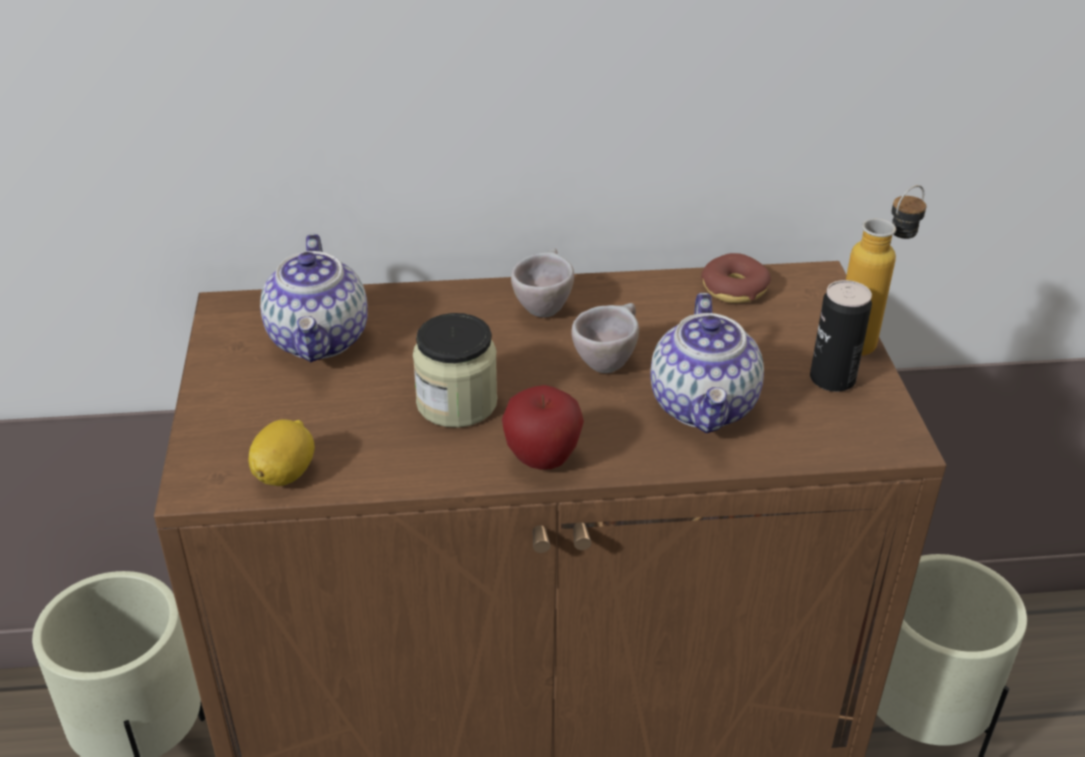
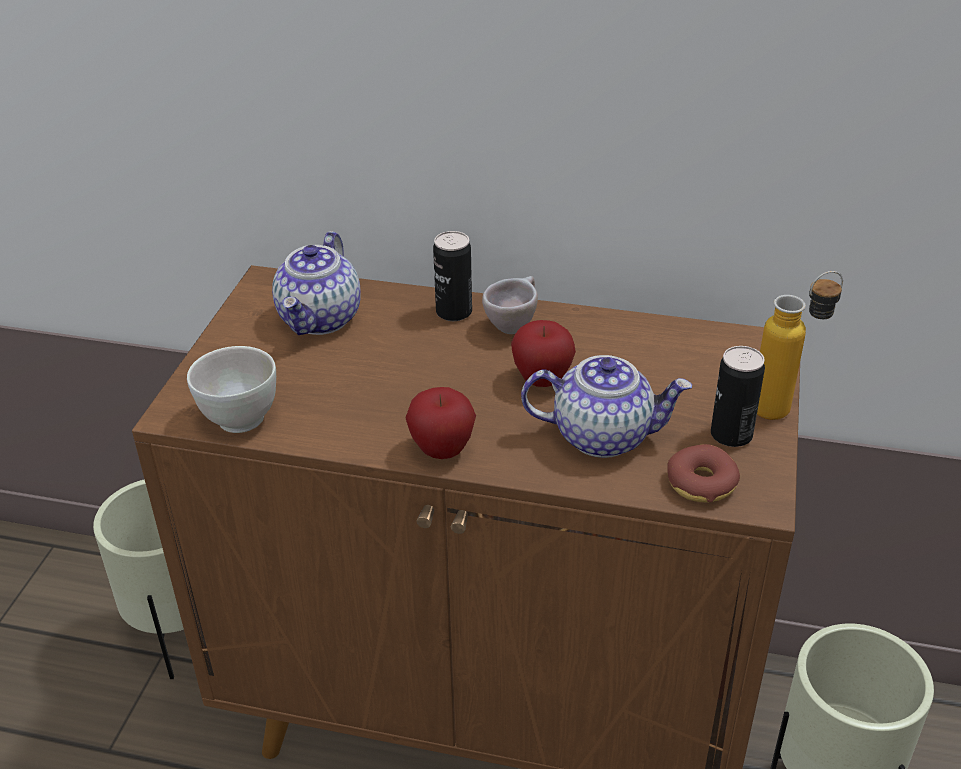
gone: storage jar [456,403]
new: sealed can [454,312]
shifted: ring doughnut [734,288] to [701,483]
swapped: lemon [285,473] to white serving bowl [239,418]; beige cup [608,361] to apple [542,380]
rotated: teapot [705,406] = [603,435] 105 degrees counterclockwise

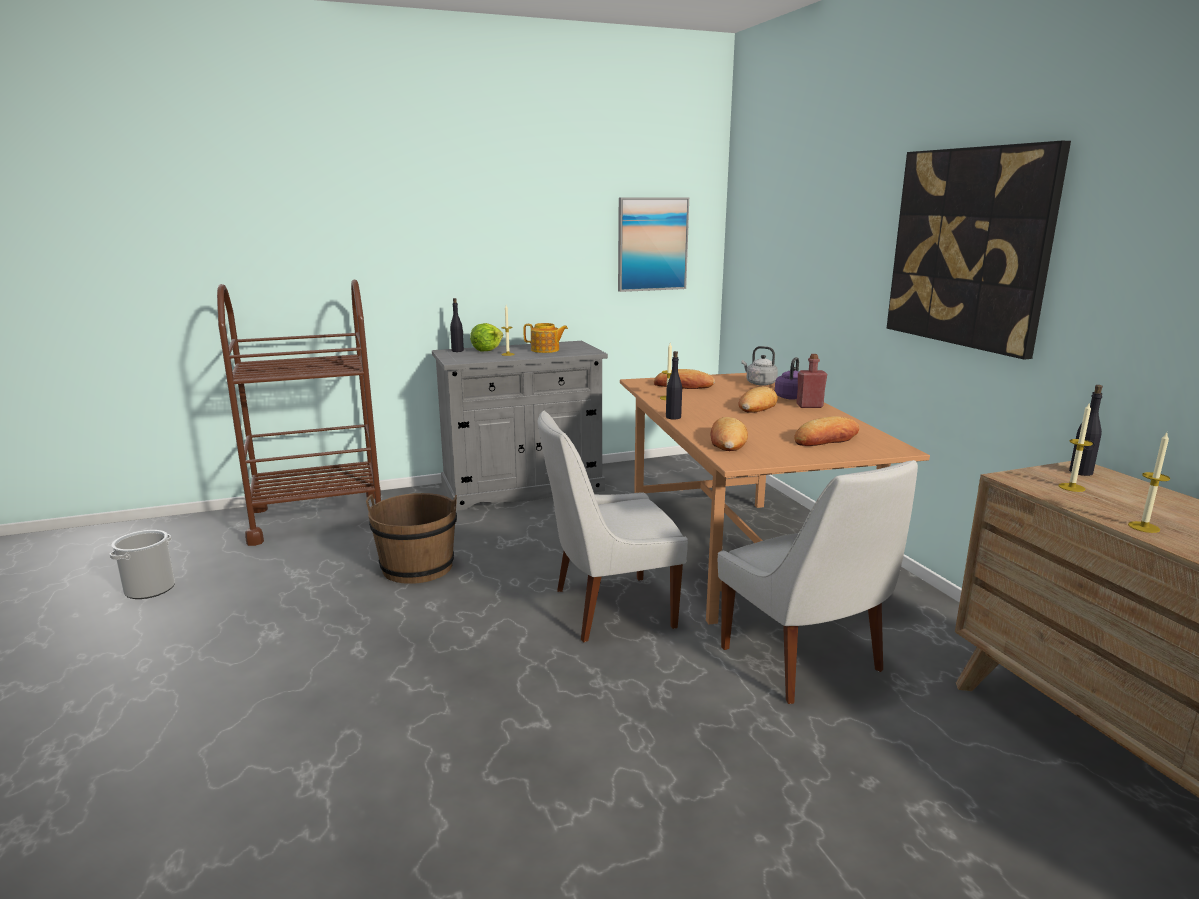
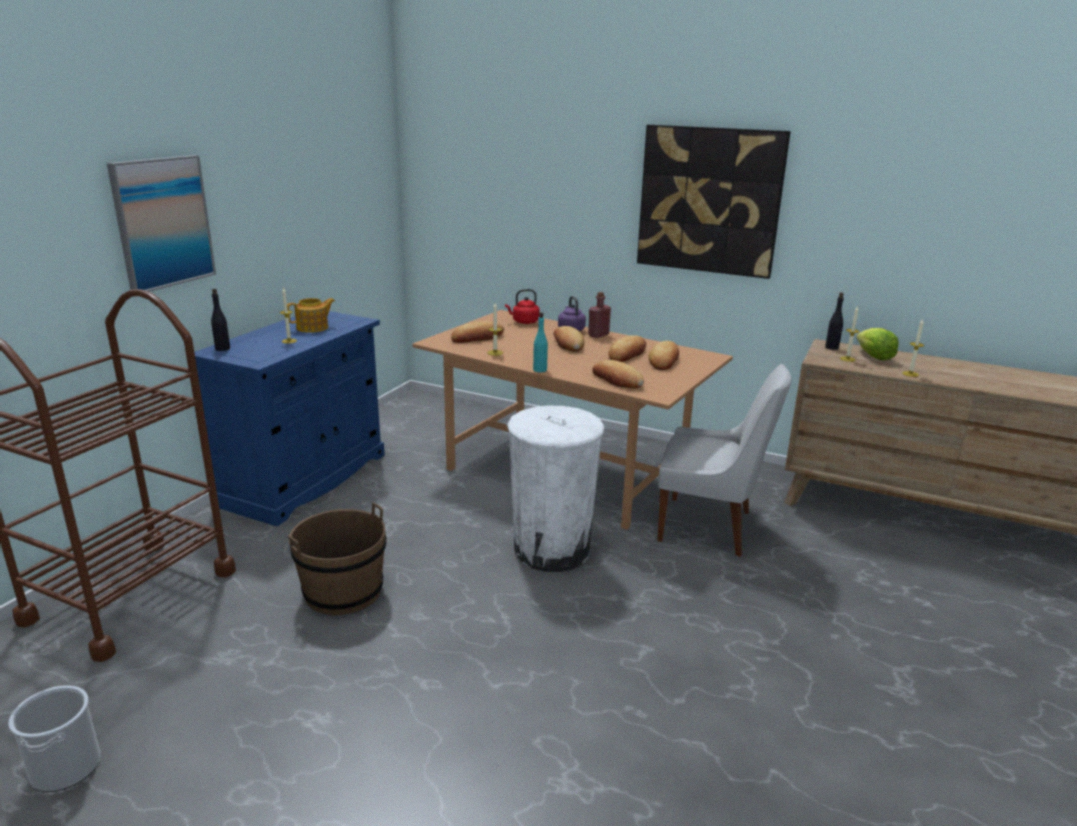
new: baked bread [627,354]
shifted: wall art [652,244] to [162,222]; head of lettuce [487,349] to [873,356]
swapped: white chair [608,609] to white waste bin [551,550]
repainted: greyish storage cabinet [522,488] to bluish storage cabinet [305,479]; greyish tea kettle [759,383] to red-coloured tea kettle [524,322]; blackish drink bottle [673,417] to turquoise-coloured drink bottle [540,370]

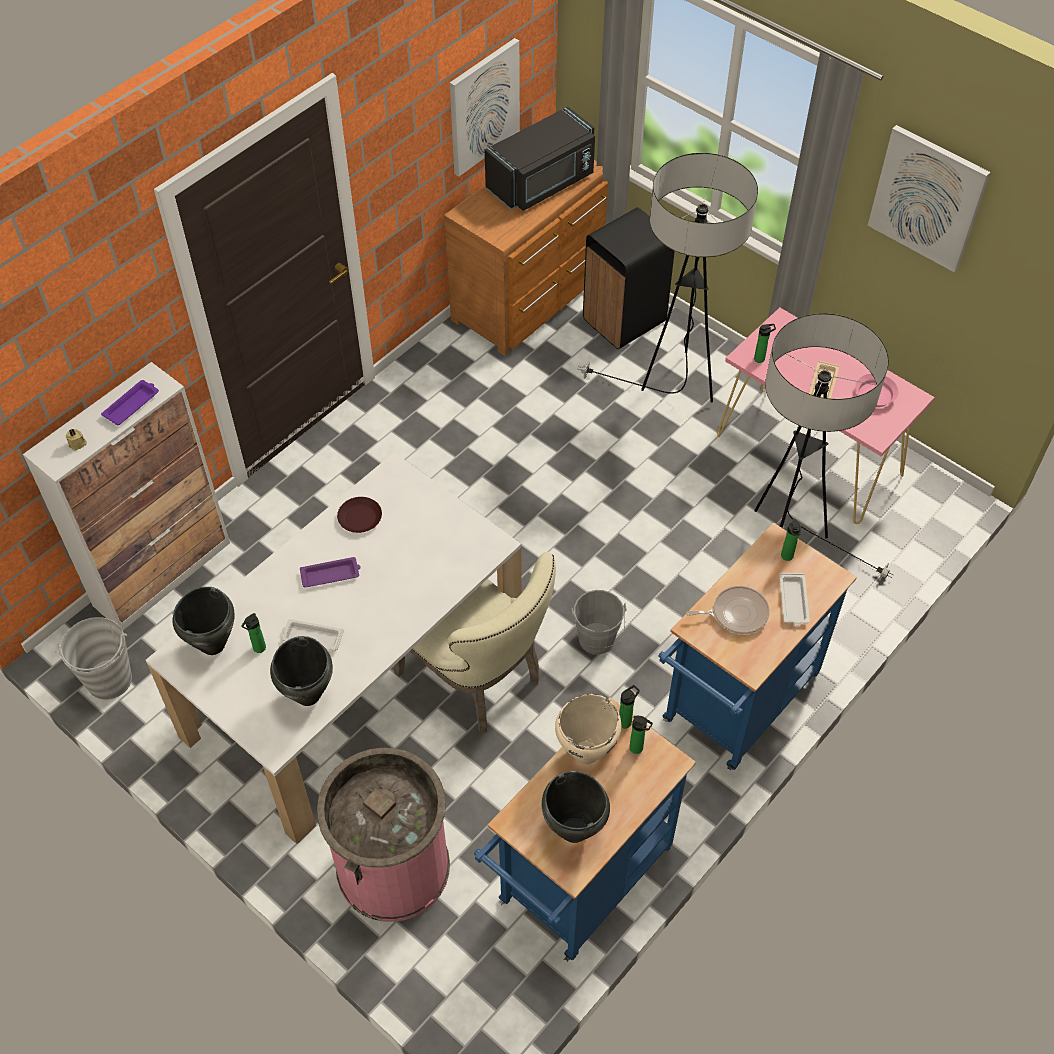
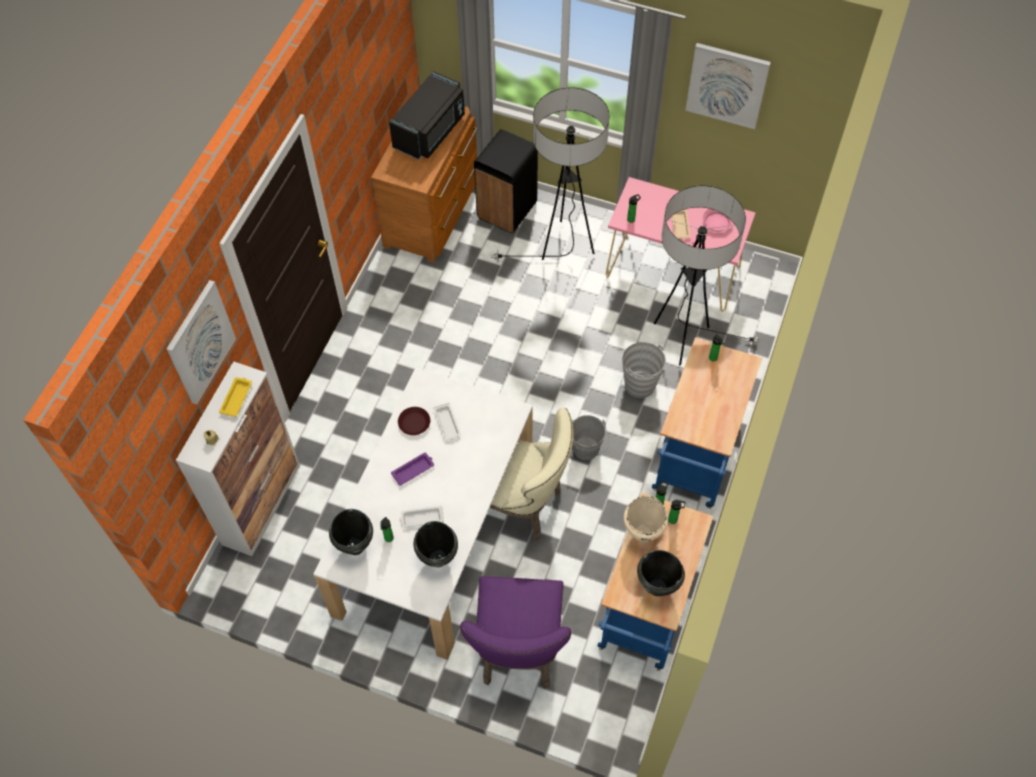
gone: frying pan [736,613]
shifted: wall art [483,107] to [200,342]; white tray [793,602] to [447,424]; greyish pail [109,680] to [640,385]
swapped: pink waste bin [393,866] to purple chair [518,651]
repainted: purple tray [132,405] to yellow-coloured tray [237,398]

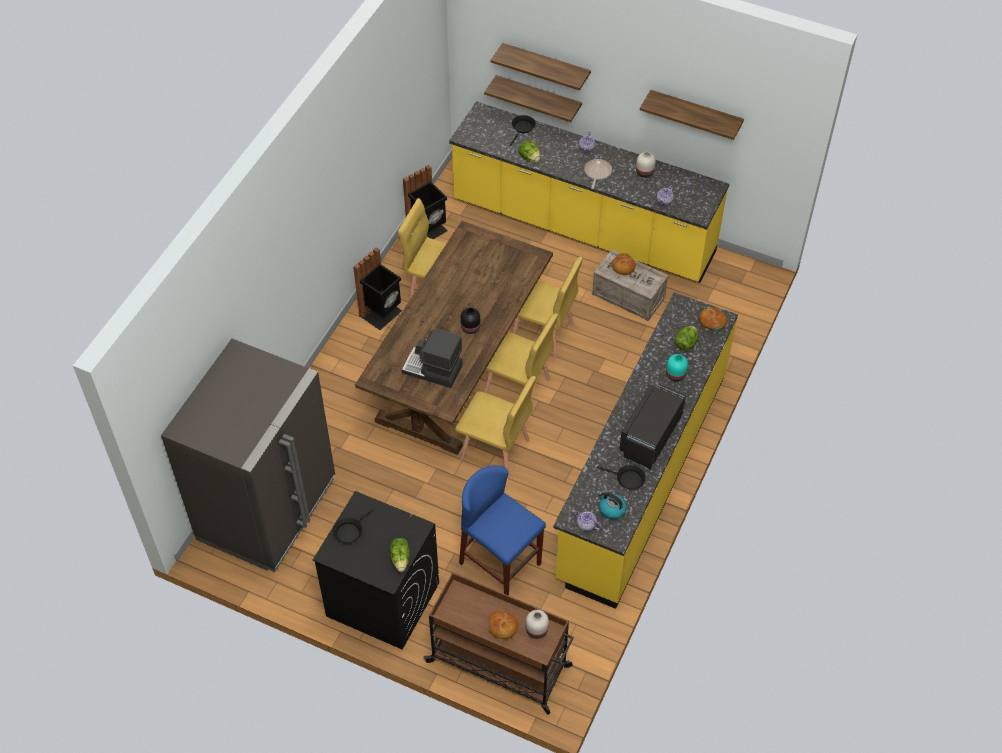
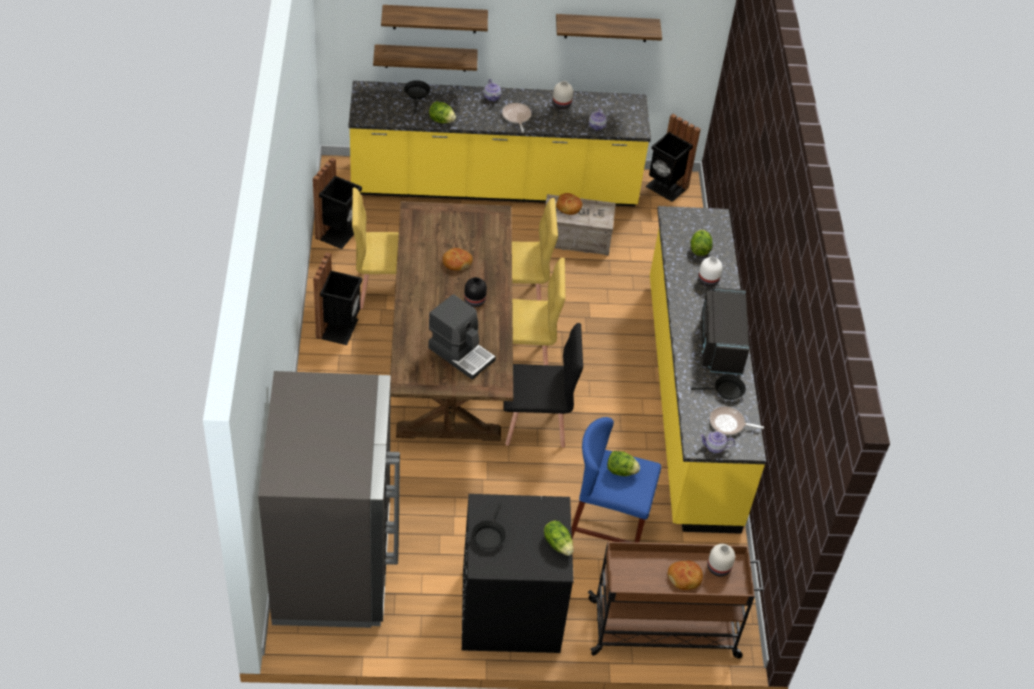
new: head of lettuce [621,471]; blackish waste bin [666,188]
shifted: baked bread [712,321] to [456,262]
swapped: tea kettle [611,509] to frying pan [729,424]
repainted: yellow-coloured chair [495,450] to blackish chair [535,424]; turquoise-coloured decorative vase [675,374] to white decorative vase [707,280]
rotated: coffee maker [432,370] = [461,353] 135 degrees counterclockwise

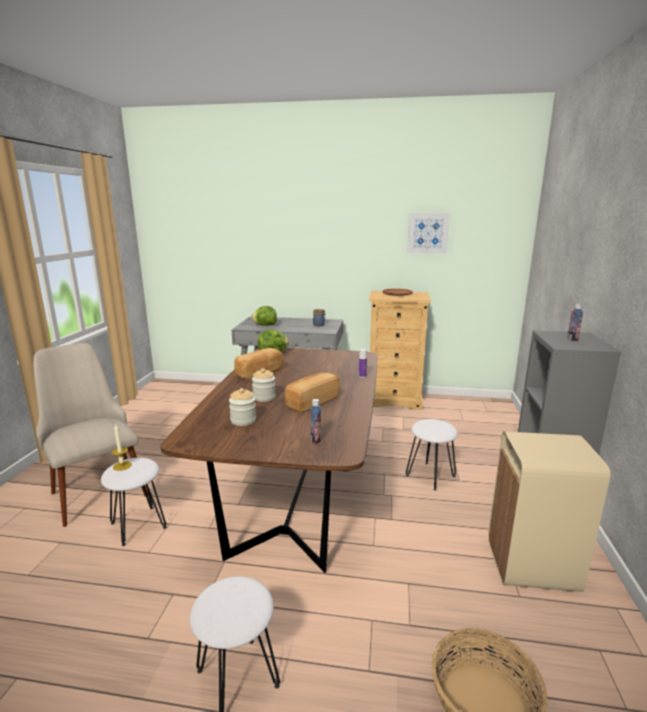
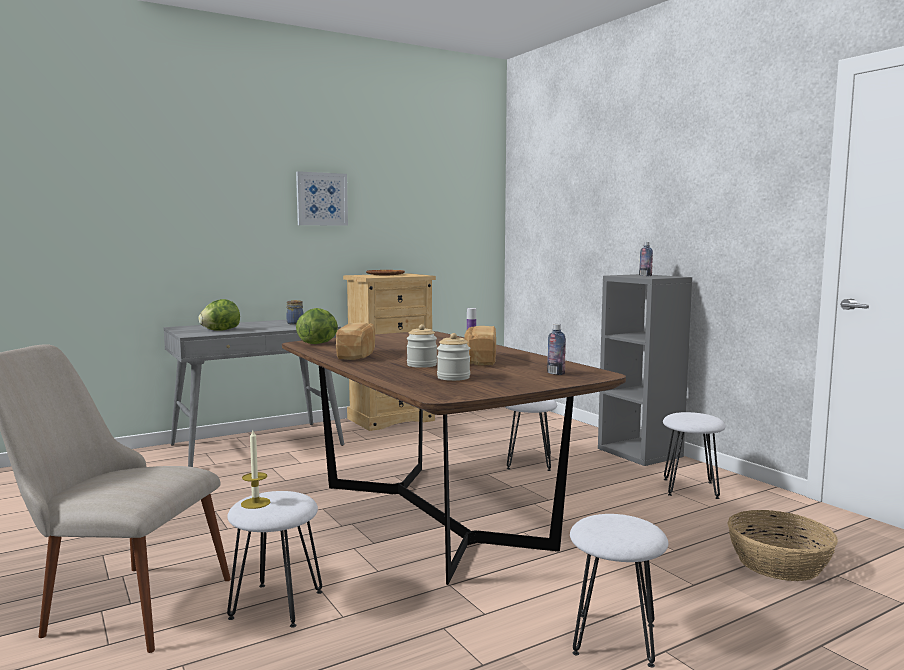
shifted: wall art [428,233] to [321,199]
swapped: beige waste bin [532,566] to white stool seat [691,488]

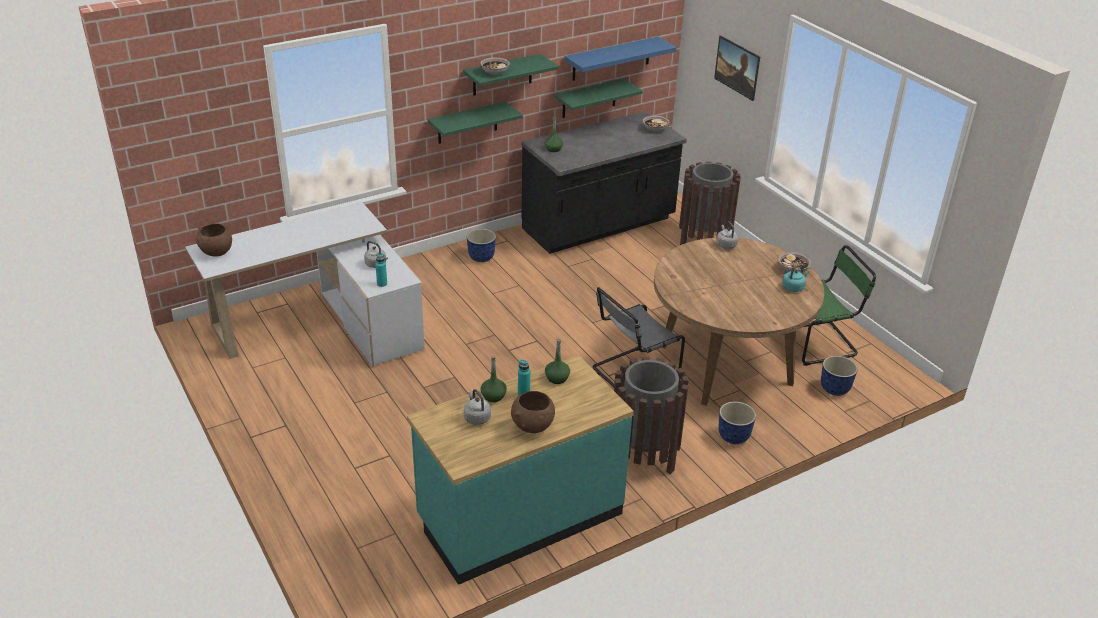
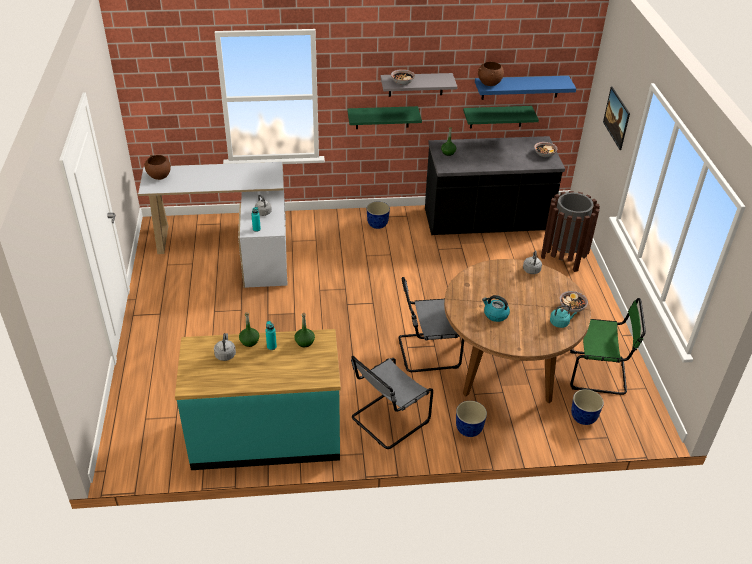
new: tea kettle [495,314]
shifted: brown serving bowl [533,427] to [489,84]
swapped: brown waste bin [643,456] to greyish chair [387,420]
repainted: green wall shelf [502,75] to greyish wall shelf [416,84]

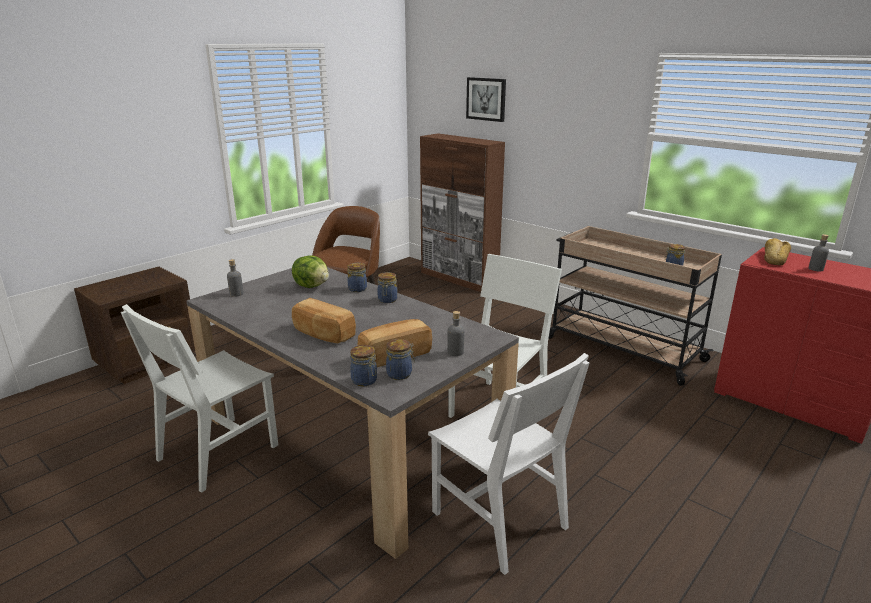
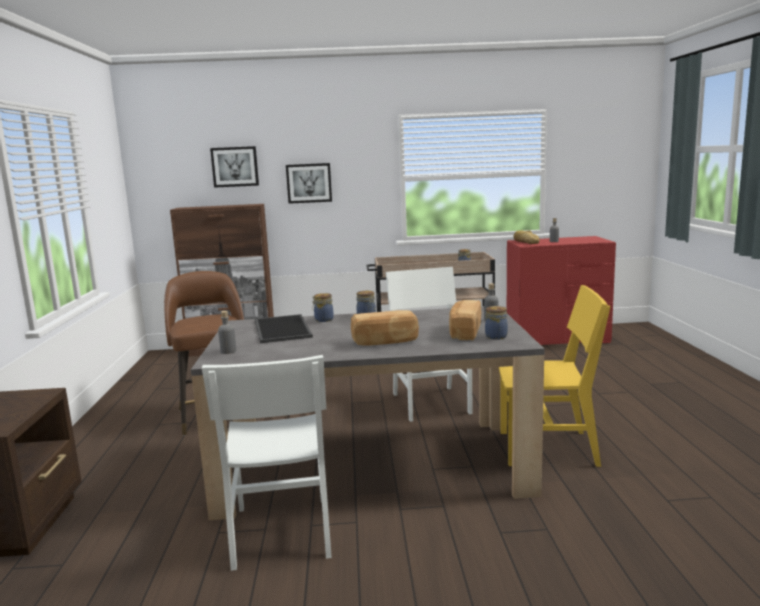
gone: storage jar [365,381]
new: wall art [309,183]
swapped: head of lettuce [312,286] to tray [280,329]
repainted: white chair [499,520] to yellow-coloured chair [548,448]

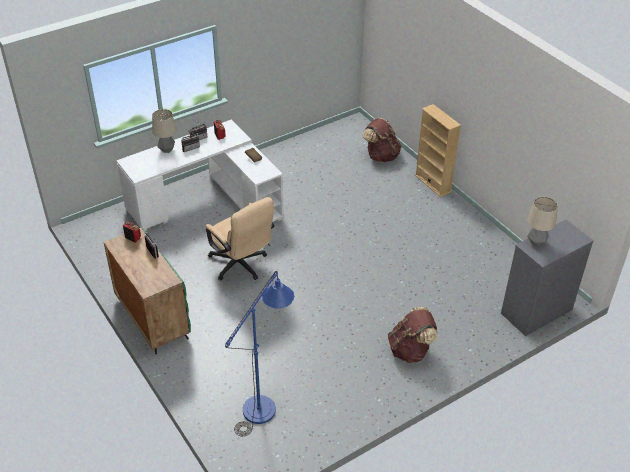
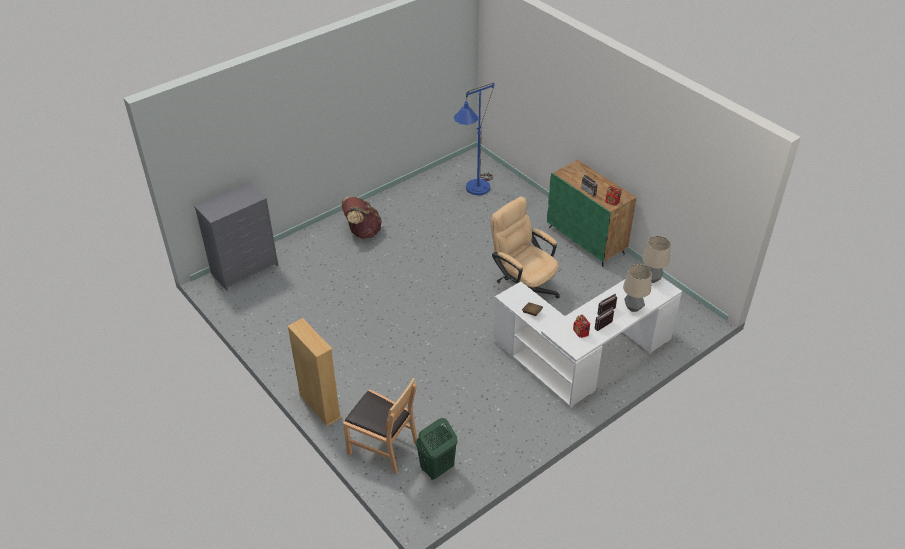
new: green hamper [436,469]
shifted: tabletop lamp [536,242] to [651,279]
swapped: brown rucksack [381,156] to brown chair [383,447]

